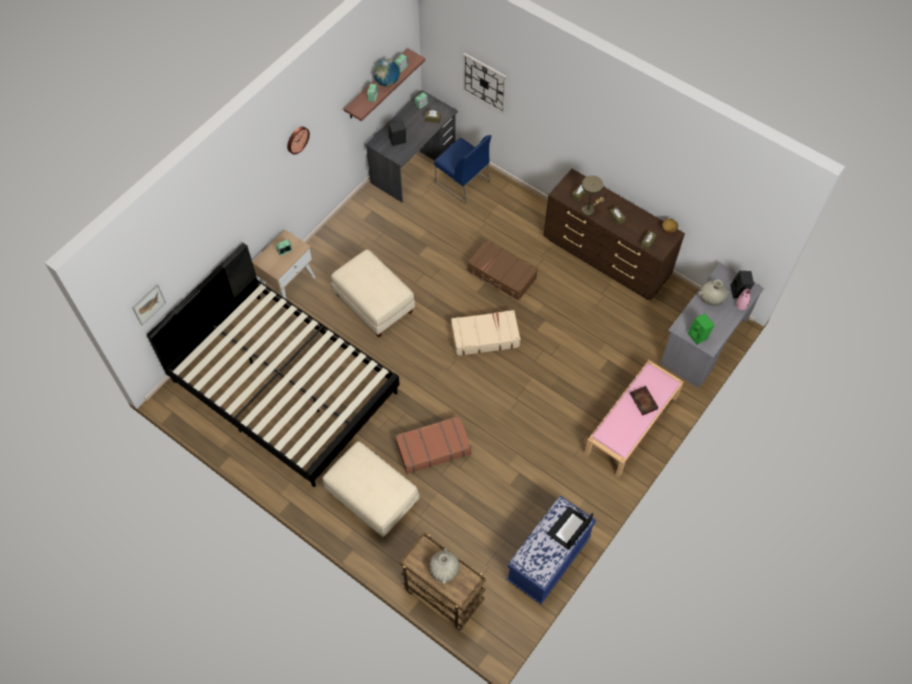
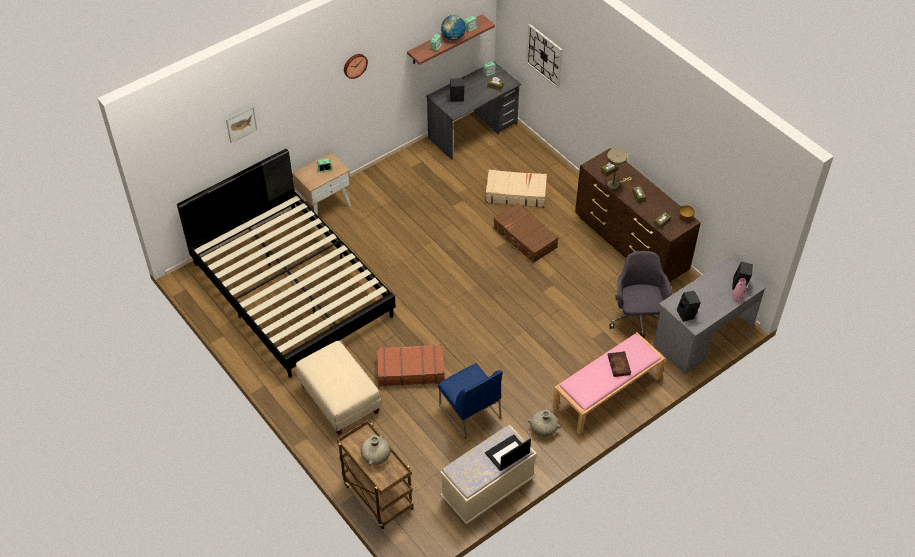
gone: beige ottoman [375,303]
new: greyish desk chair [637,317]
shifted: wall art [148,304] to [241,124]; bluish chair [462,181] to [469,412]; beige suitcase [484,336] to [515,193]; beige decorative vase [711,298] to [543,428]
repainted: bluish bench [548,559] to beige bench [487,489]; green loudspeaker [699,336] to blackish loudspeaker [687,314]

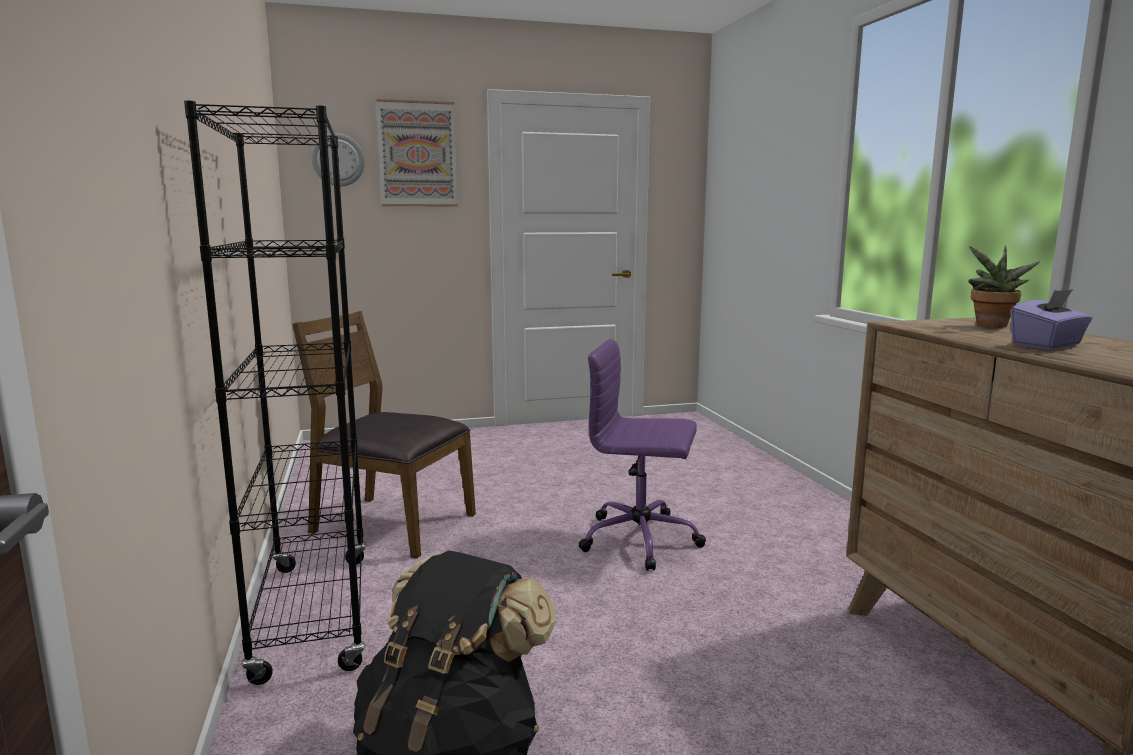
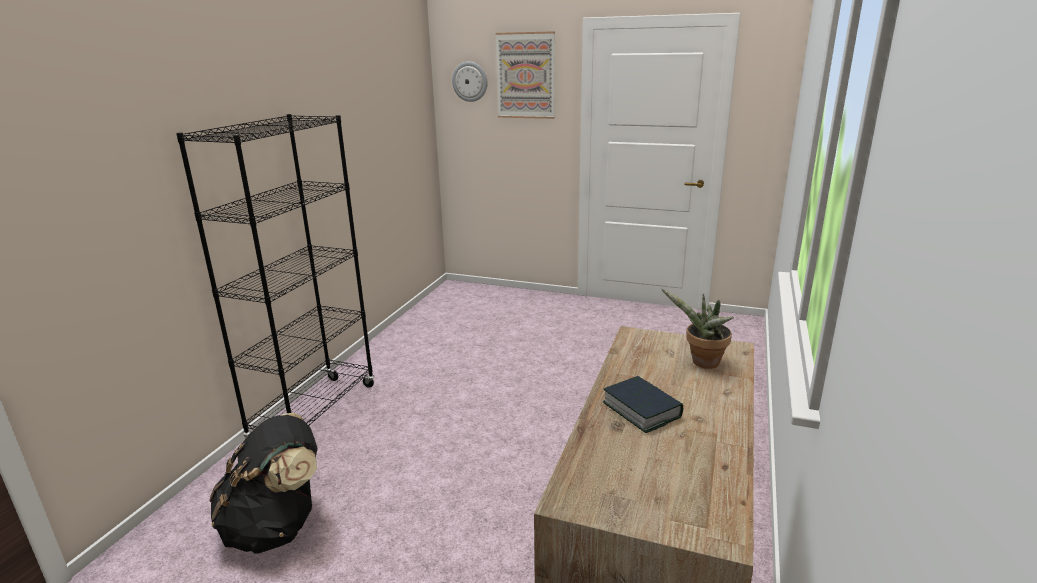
gone: brown chair [391,524]; purple desk chair [642,540]
swapped: purple tissue box [1047,345] to book [641,410]

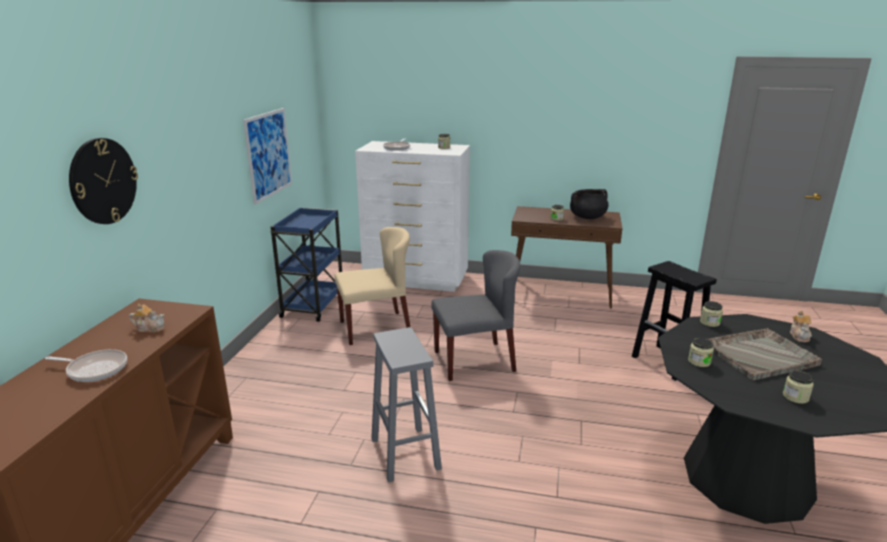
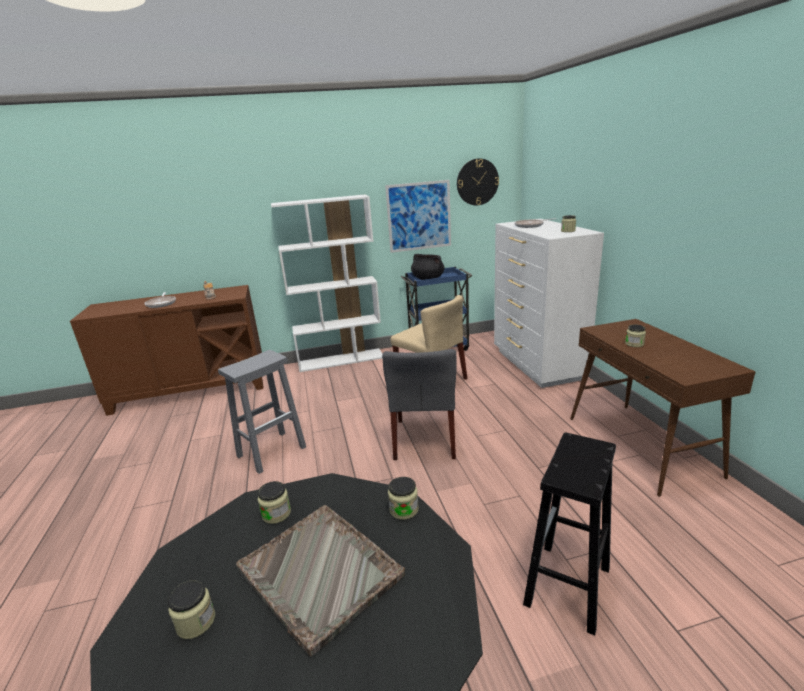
gone: teapot [799,336]
new: white bookshelf [341,360]
shifted: blackish stockpot [587,217] to [427,279]; wall clock [103,181] to [477,182]
rotated: greyish chair [474,361] = [425,439] 45 degrees clockwise

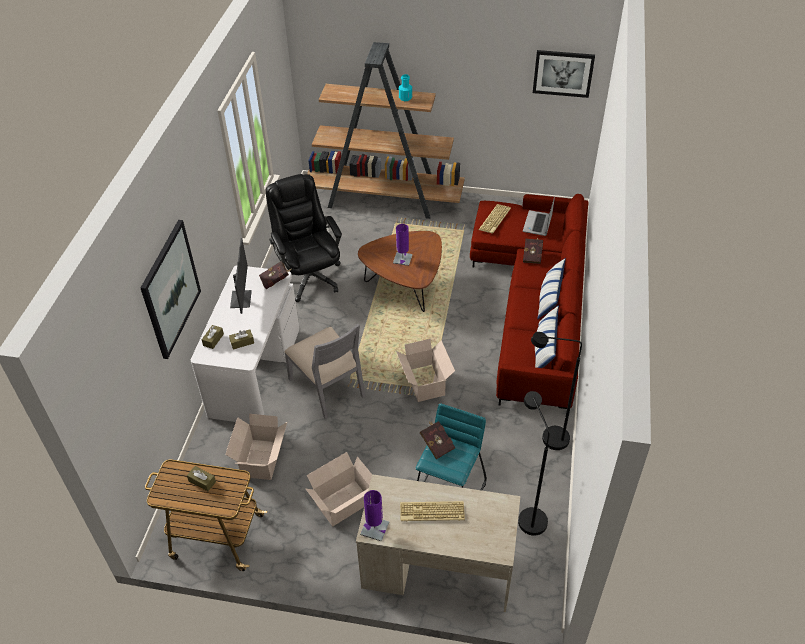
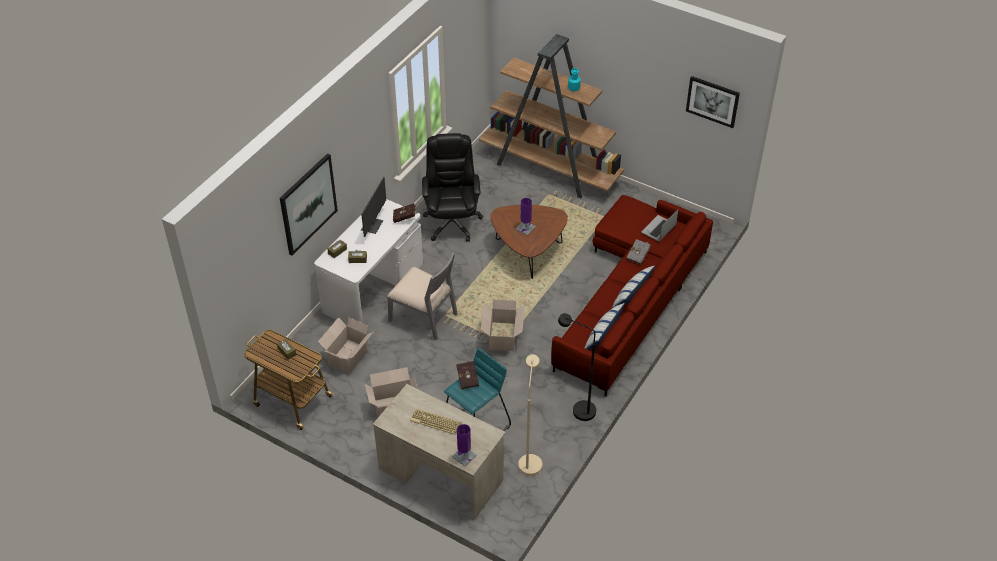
gone: computer keyboard [495,219]
shifted: purple tabletop lamp [374,528] to [464,456]
repainted: blackish standard lamp [528,515] to beige standard lamp [530,460]; red-coloured book [532,255] to greyish book [638,256]
rotated: greyish chair [328,387] = [424,317] 45 degrees counterclockwise

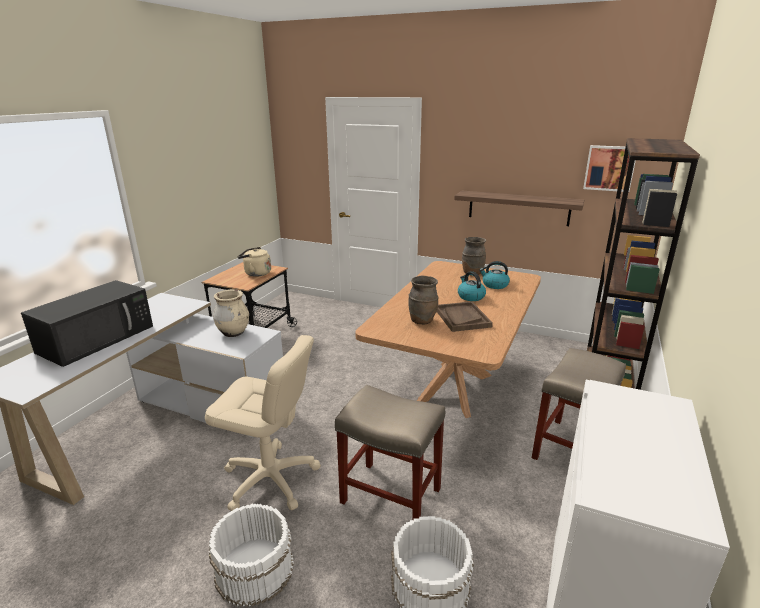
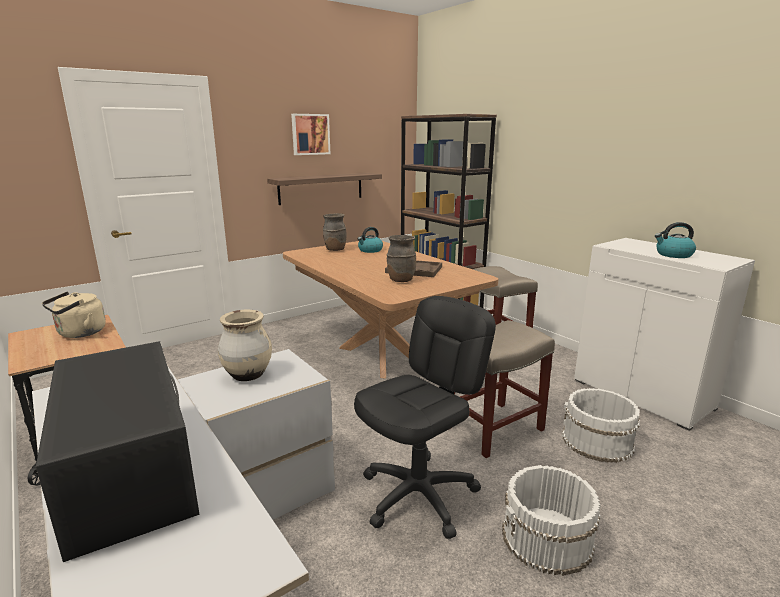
shifted: wall art [609,168] to [310,134]; tea kettle [470,296] to [673,255]
repainted: beige desk chair [270,479] to blackish desk chair [419,495]

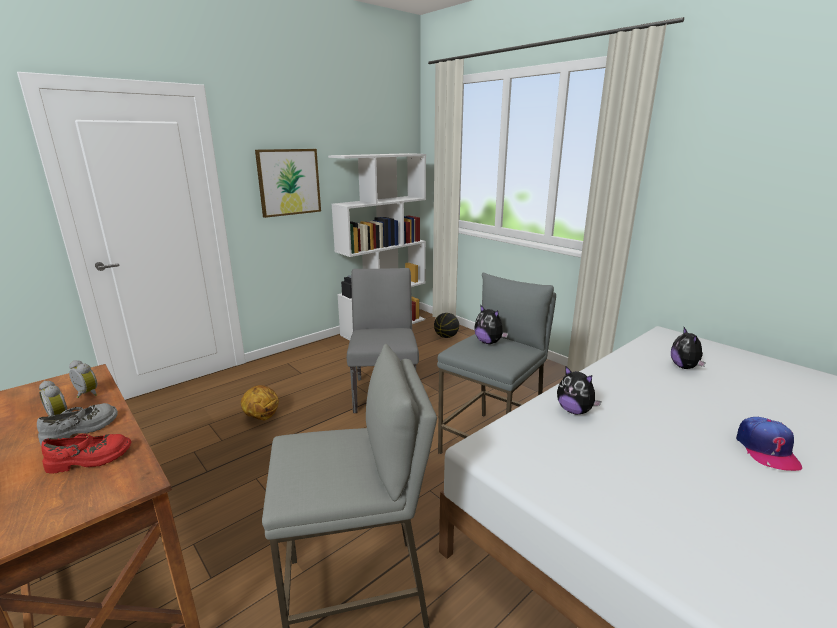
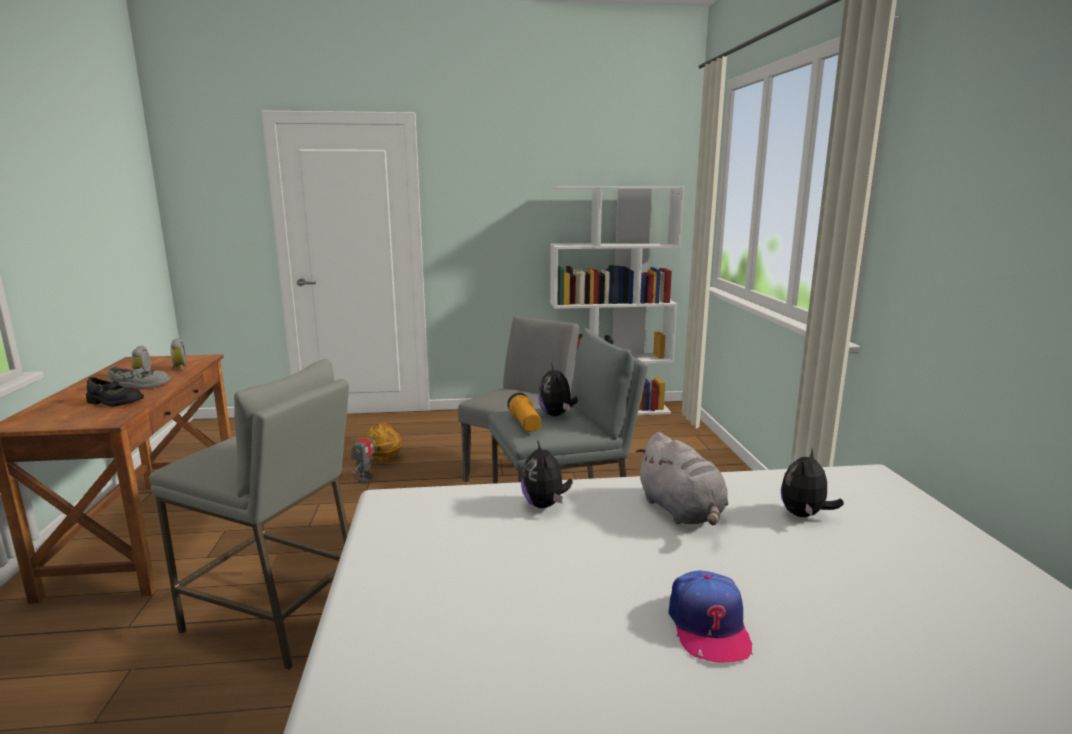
gone: wall art [289,182]; ball for basketball [446,336]
new: toy robot [365,478]; flashlight [525,424]; greyish cuddly toy [682,511]
repainted: red-coloured item of footwear [90,459] to blackish item of footwear [114,402]
rotated: cap [766,450] = [708,626] 45 degrees counterclockwise

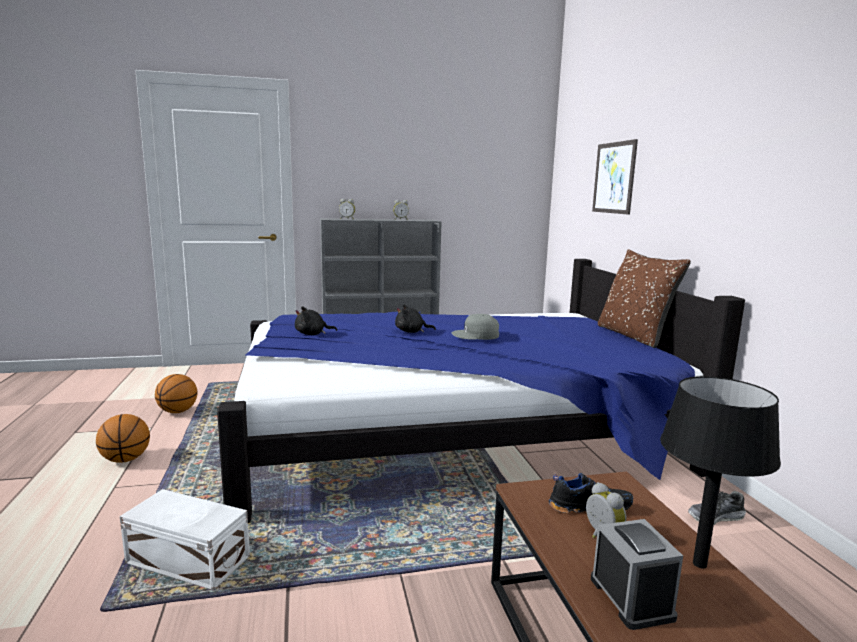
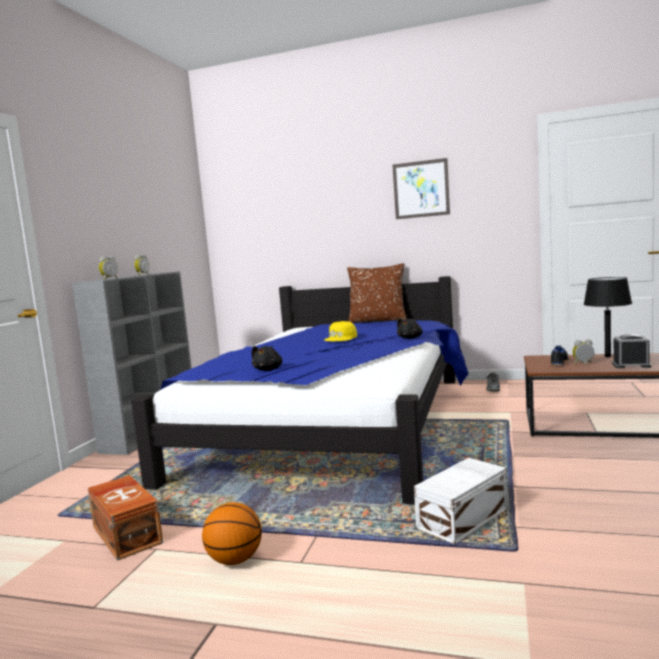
shifted: wall art [614,178] to [421,189]; blackish cuddly toy [411,332] to [410,338]
swapped: ball for basketball [178,411] to brown storage container [128,533]
repainted: greyish cap [476,335] to yellow-coloured cap [341,338]

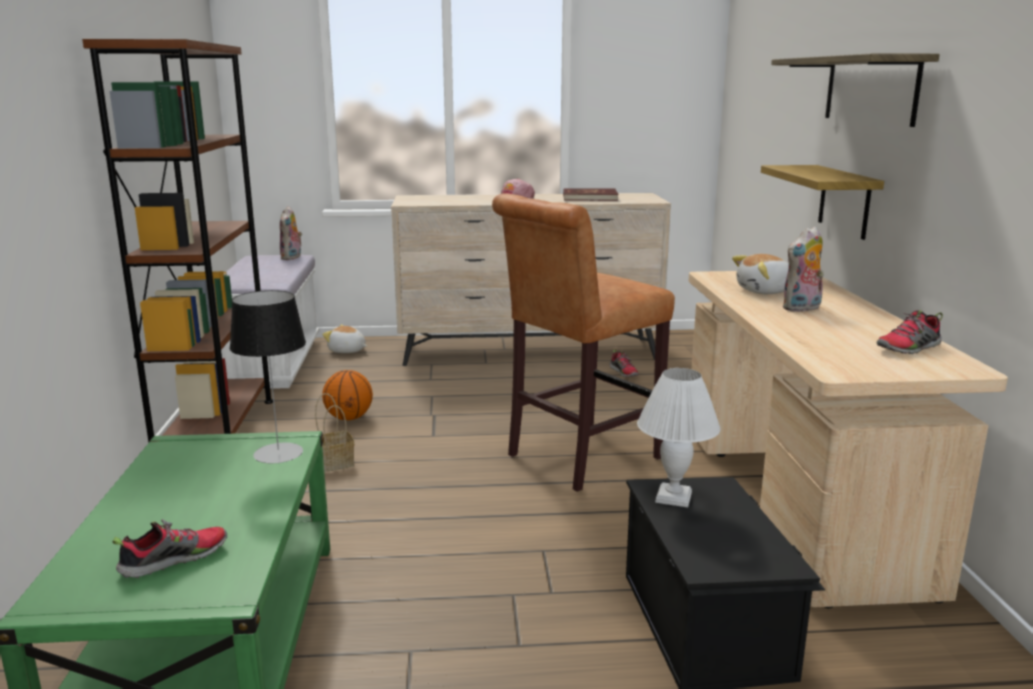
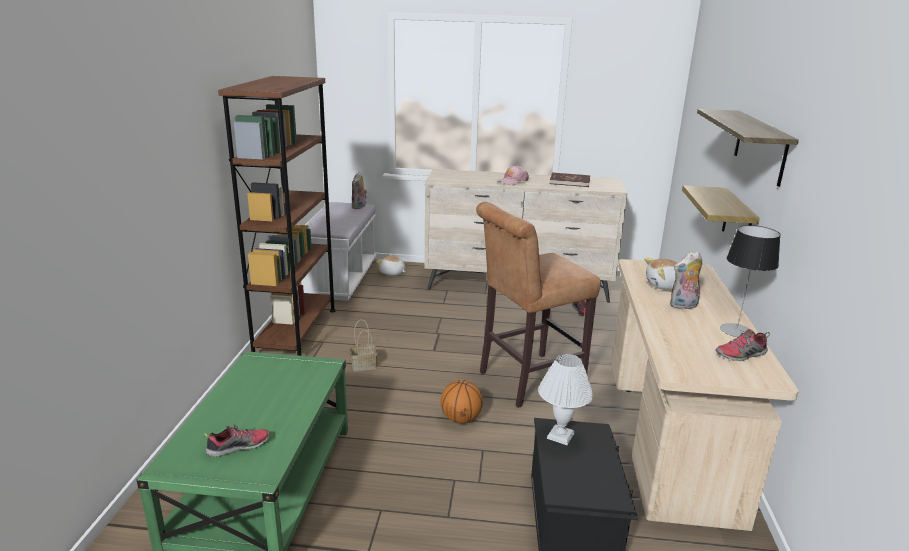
shifted: ball for basketball [349,418] to [461,419]; tabletop lamp [278,453] to [736,330]

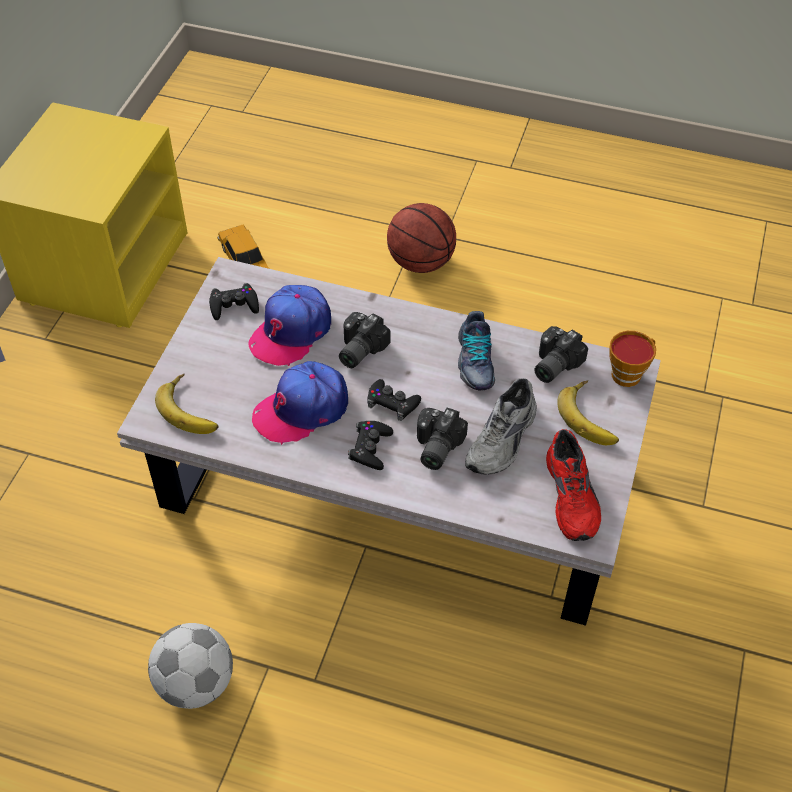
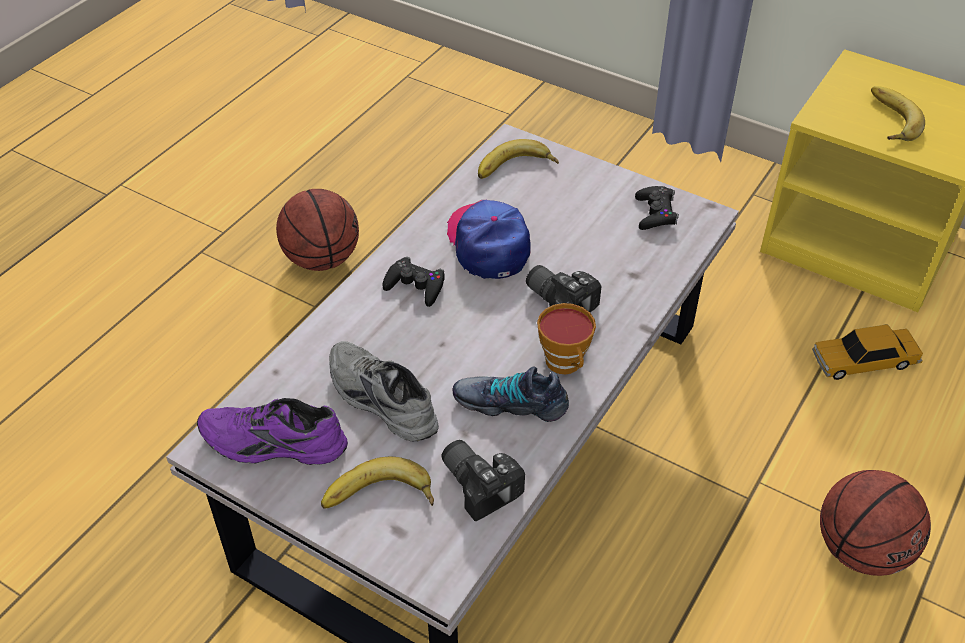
gone: cap [291,331]; blackish joypad [392,403]; still camera [434,447]
new: banana [888,119]
shifted: cup [628,373] to [566,364]
swapped: ball for football [195,683] to ball for basketball [322,259]
repainted: red-coloured item of footwear [573,496] to purple item of footwear [272,445]

